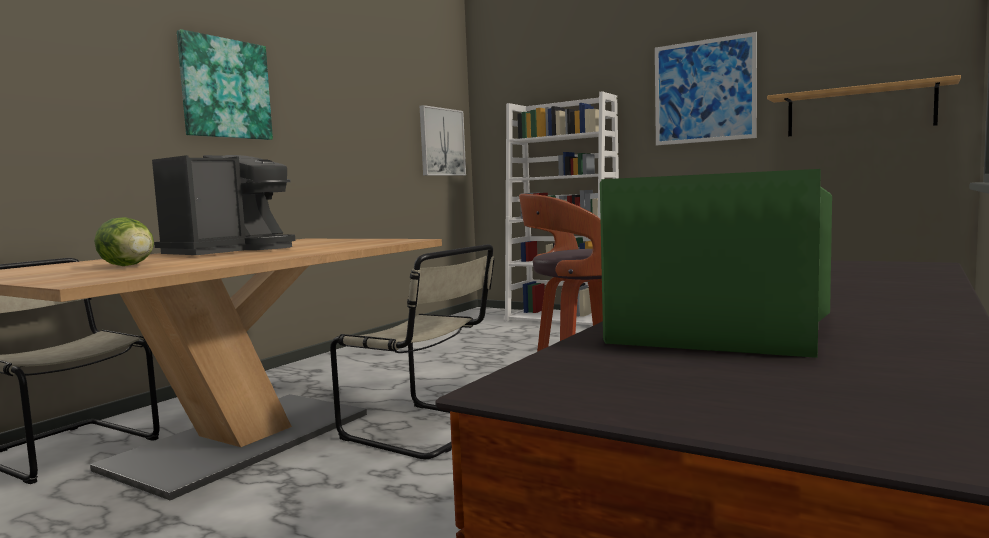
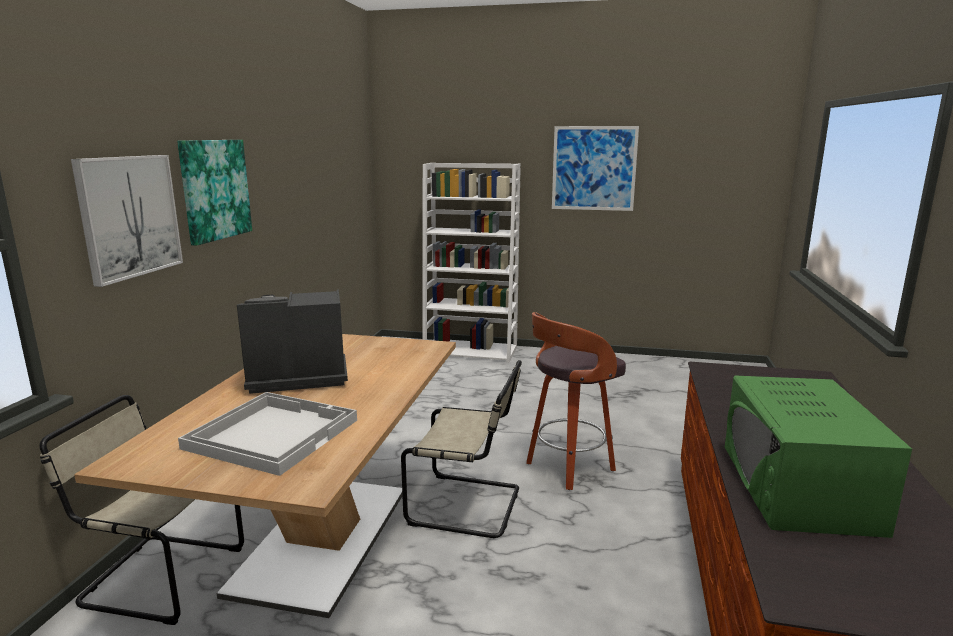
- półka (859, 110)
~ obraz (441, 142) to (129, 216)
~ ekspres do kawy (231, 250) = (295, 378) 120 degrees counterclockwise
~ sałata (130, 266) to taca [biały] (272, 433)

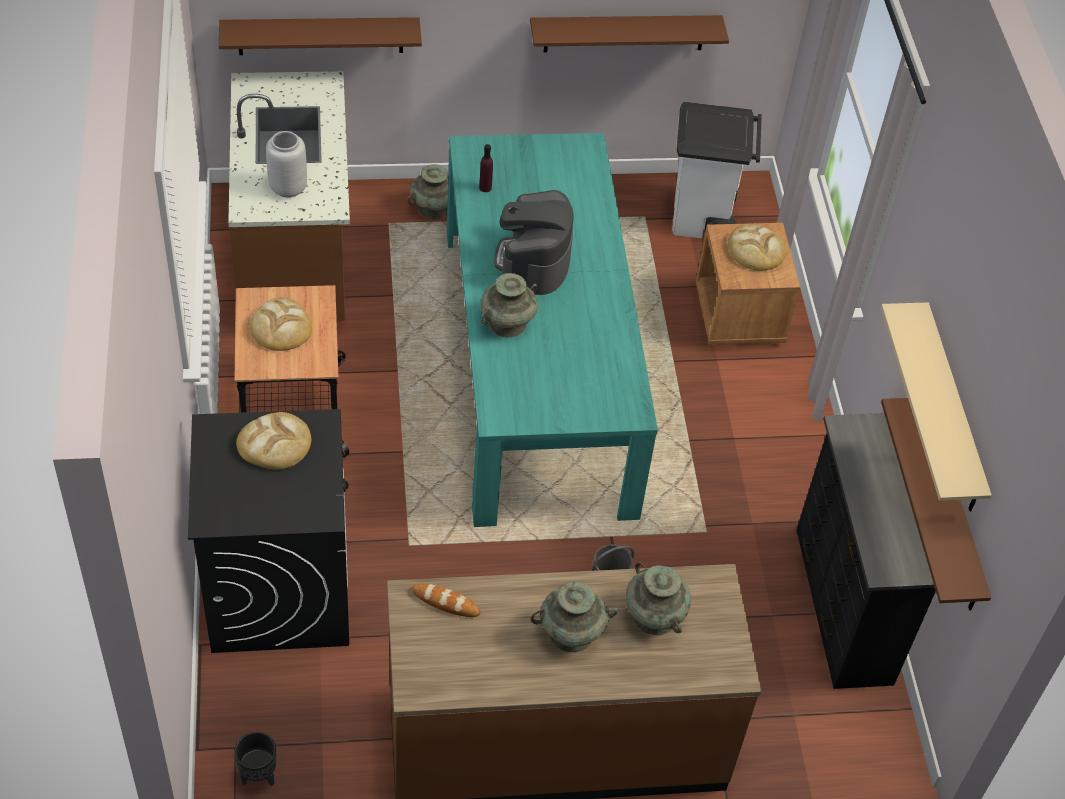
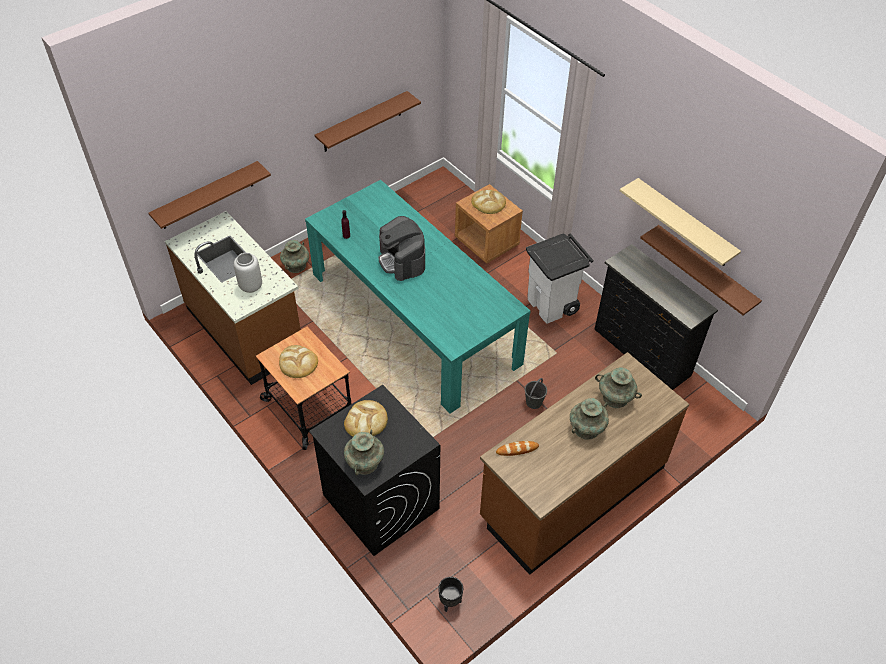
~ kosz na śmieci [biały] (703, 218) to (552, 305)
~ wazon [turkusowy] (507, 324) to (365, 463)

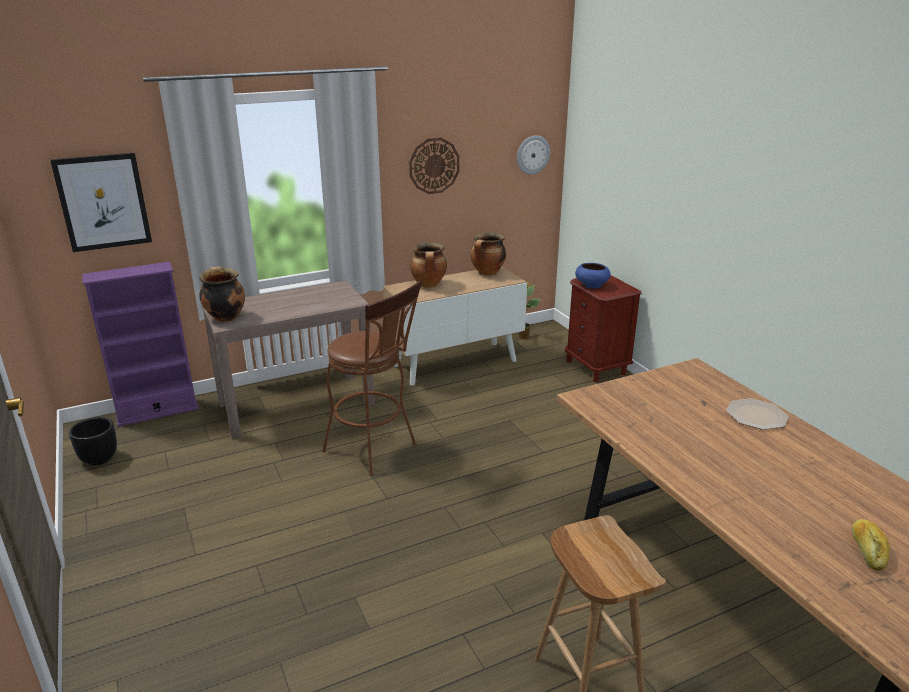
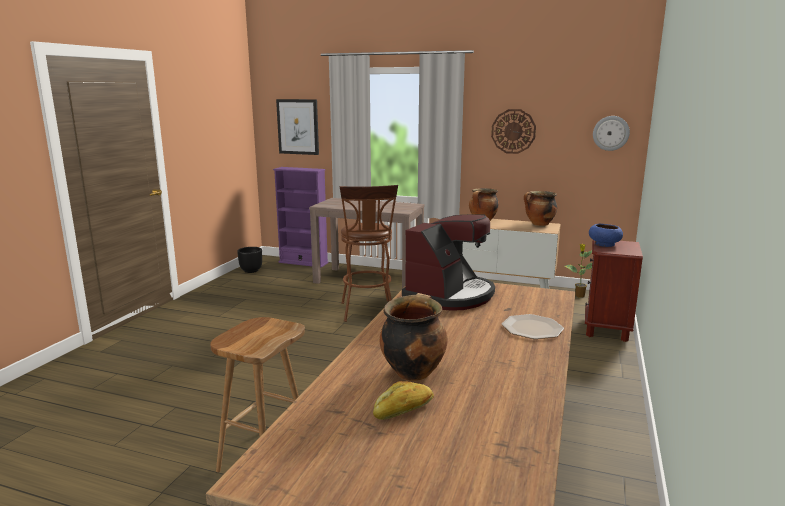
~ garnek (225, 317) to (413, 371)
+ ekspres do kawy (450, 295)

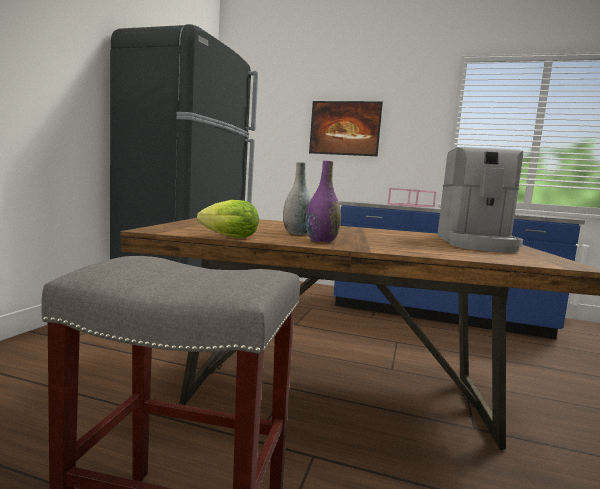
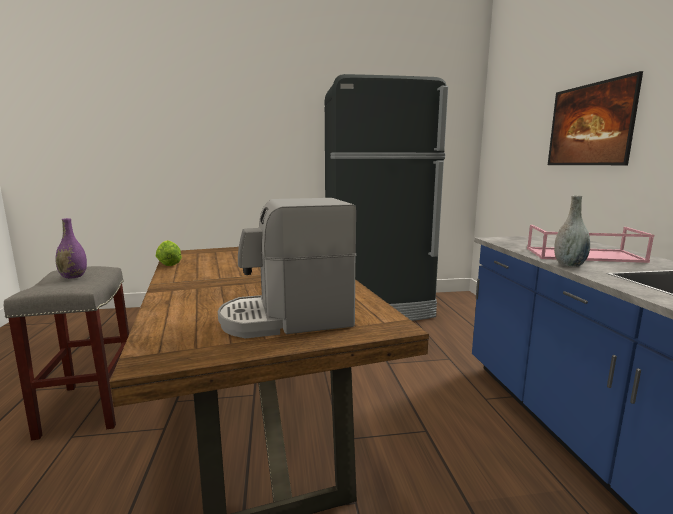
~ wazon [fioletowy] (321, 241) to (73, 276)
~ wazon [szary] (297, 233) to (569, 265)

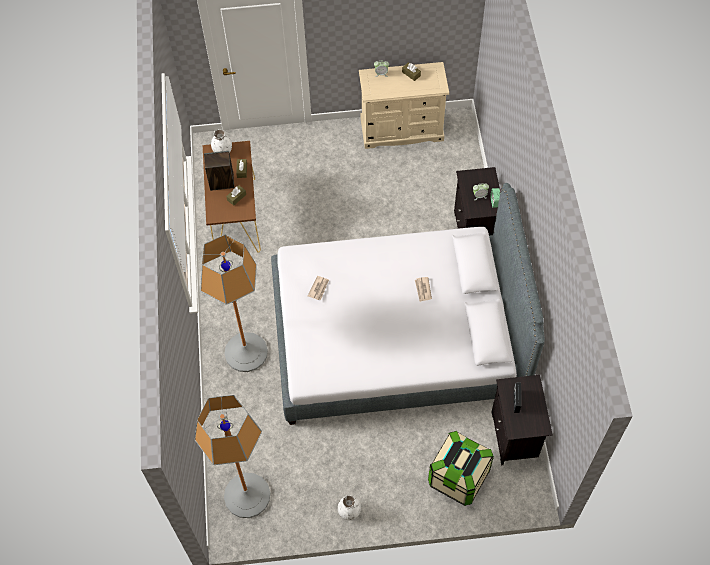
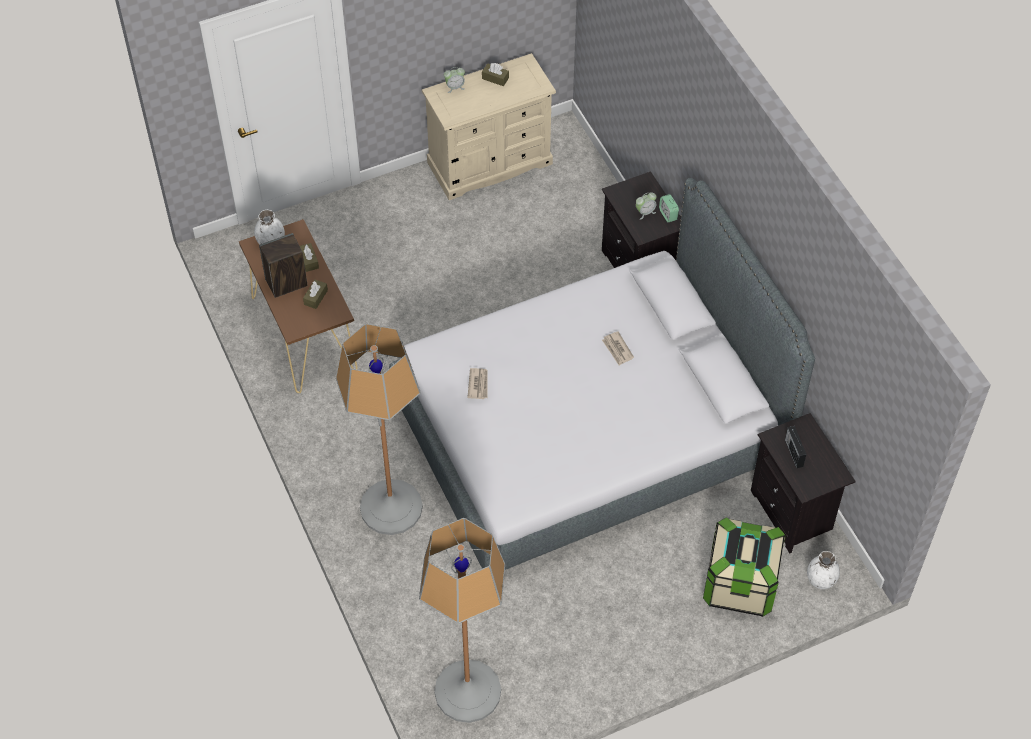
~ wazon [biały] (349, 512) to (821, 580)

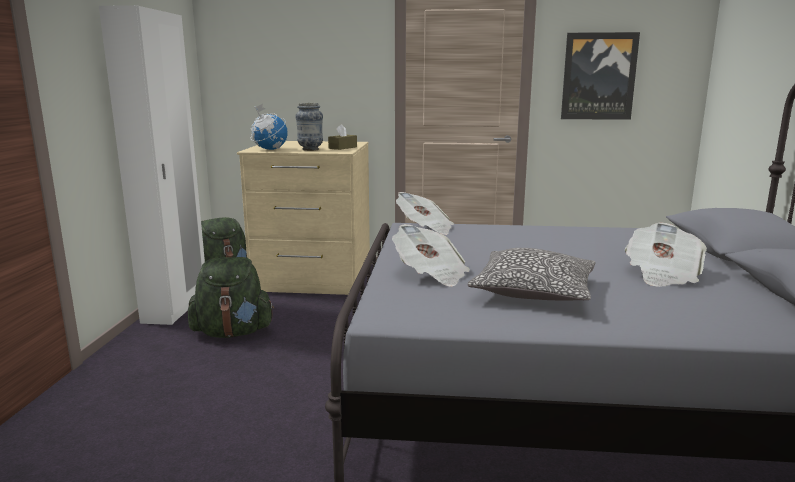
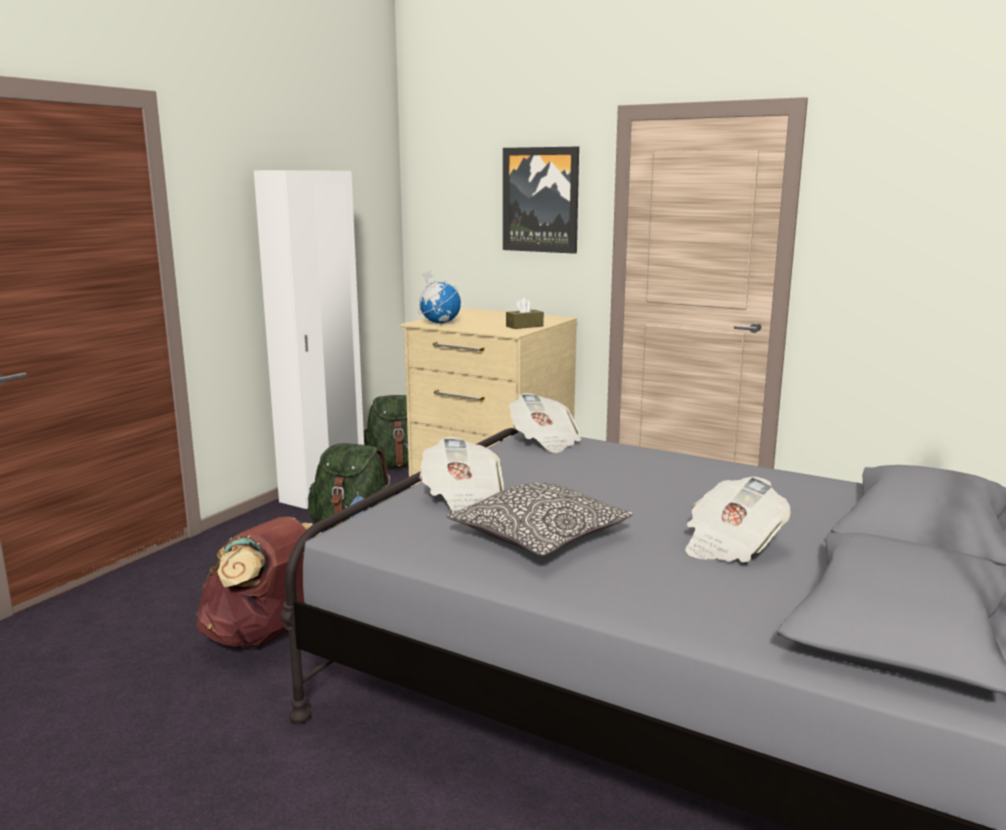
~ obraz (598, 76) to (540, 200)
- wazon (310, 149)
+ plecak [brązowy] (265, 636)

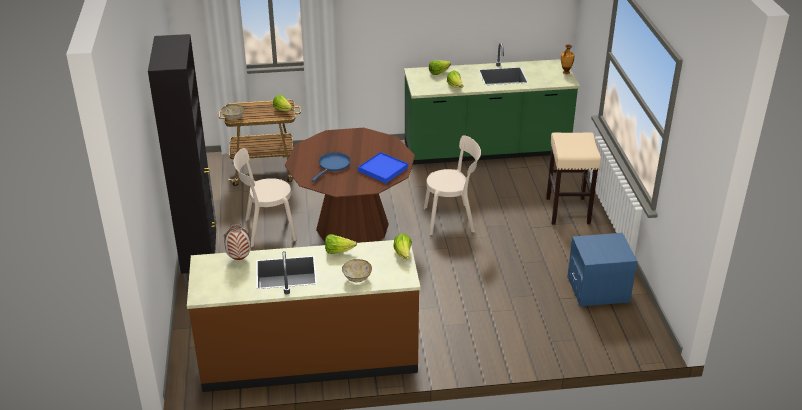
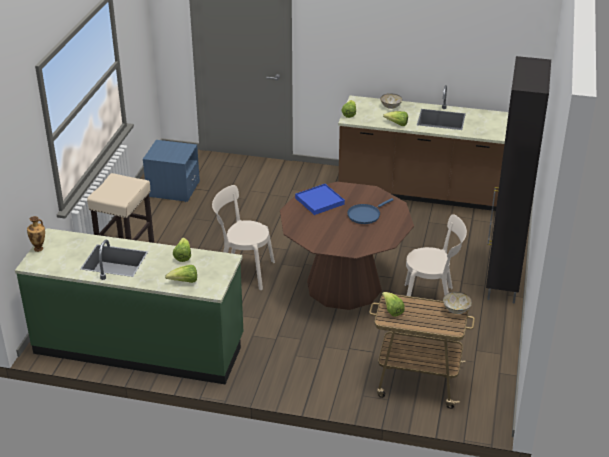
- wazon (239, 258)

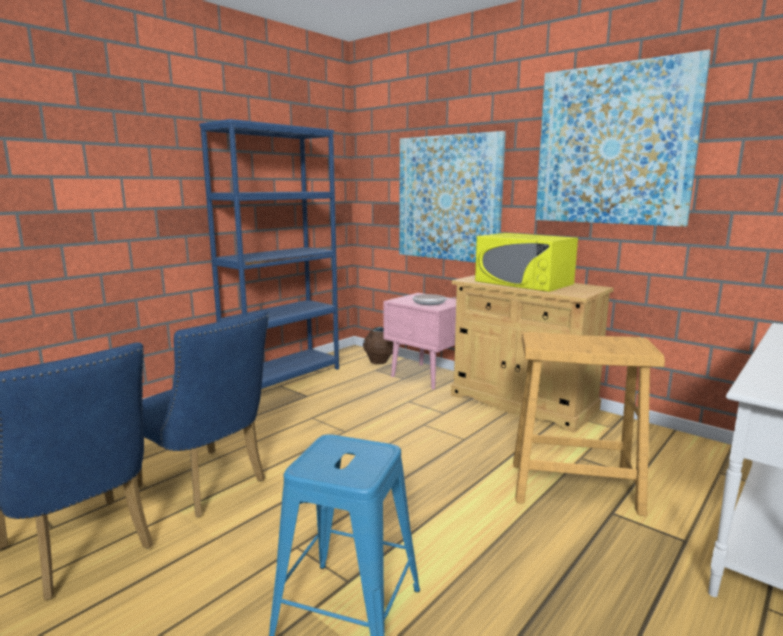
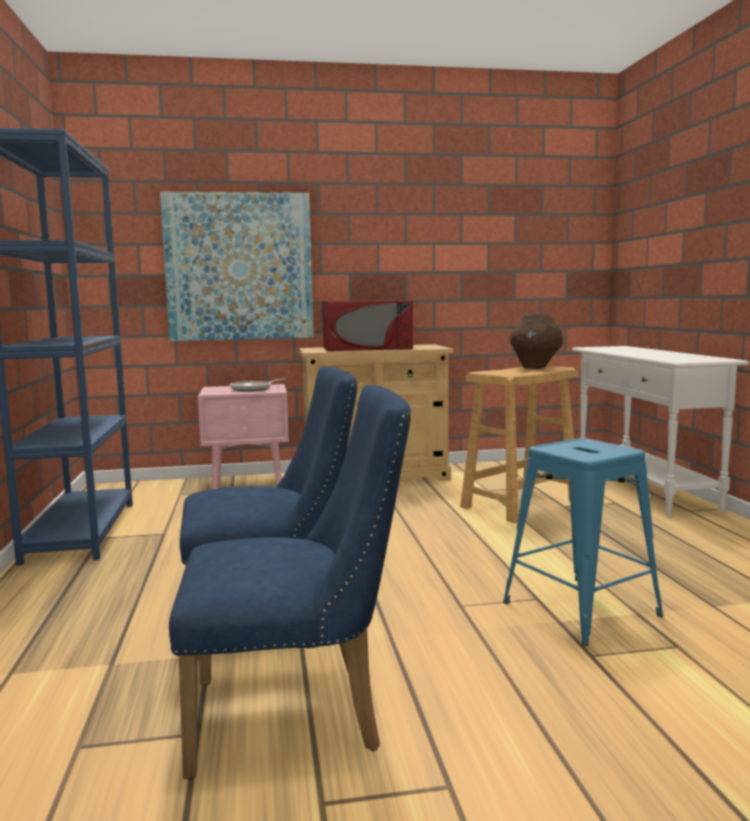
- obraz (613, 145)
~ mikrofalówka [żółty] (524, 282) to mikrofalówka [czerwony] (367, 348)
~ wazon [brązowy] (379, 362) to (535, 368)

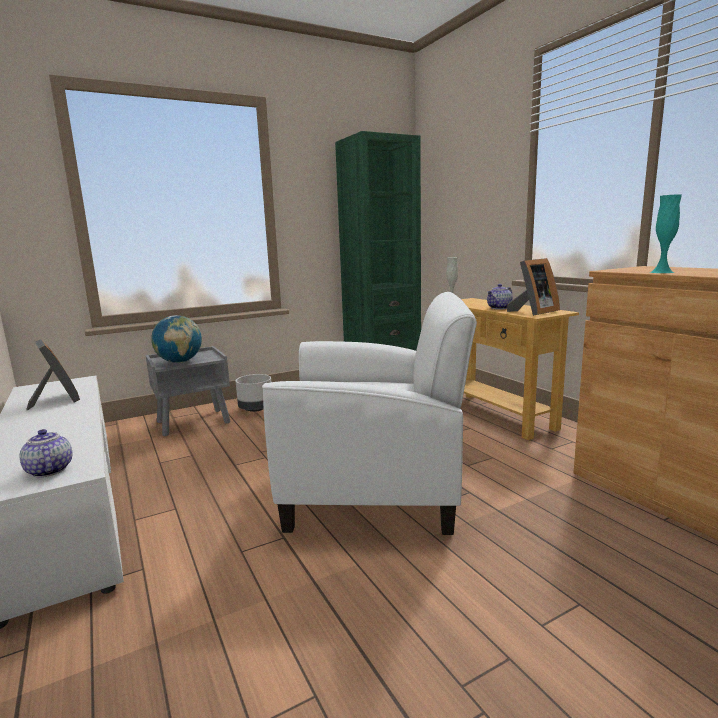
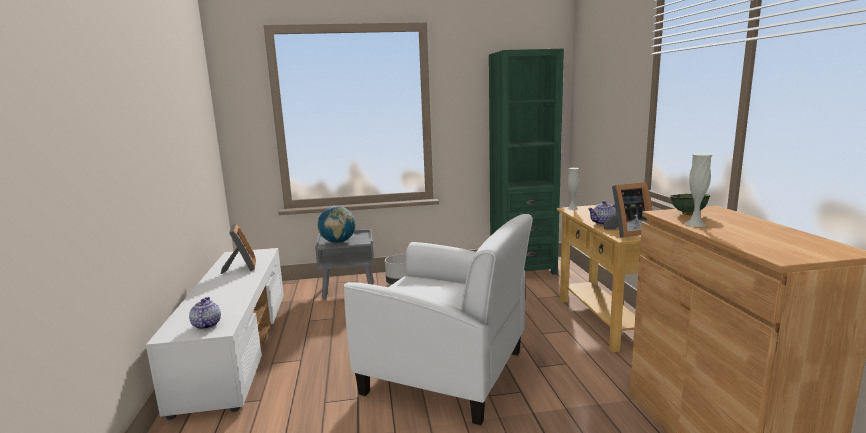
~ wazon [turkusowy] (661, 272) to wazon [biały] (695, 224)
+ miska [zielony] (688, 214)

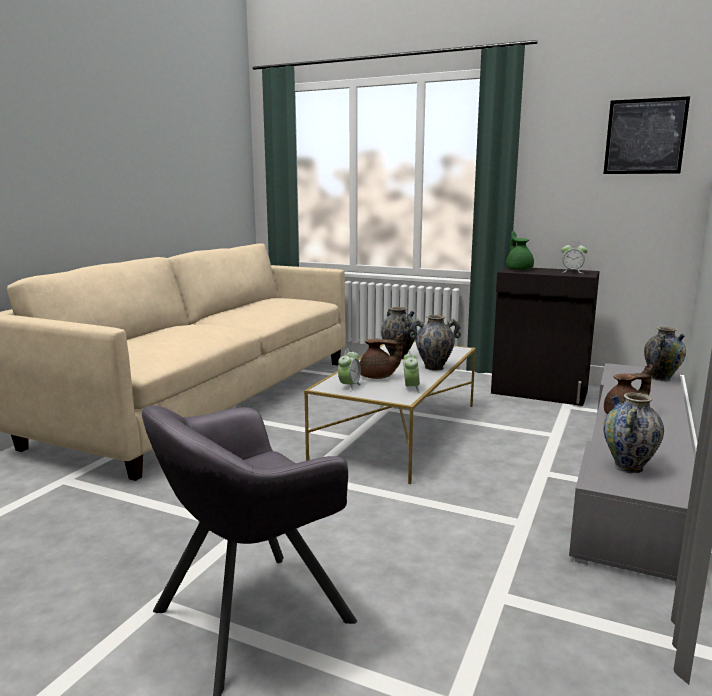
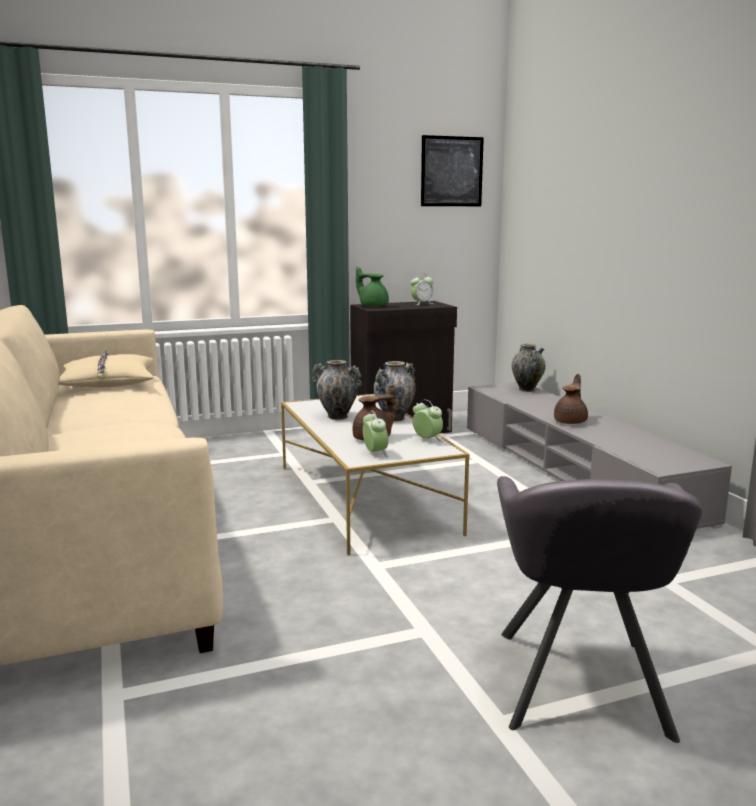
- wazon (628, 467)
+ poduszka [beżowy] (108, 382)

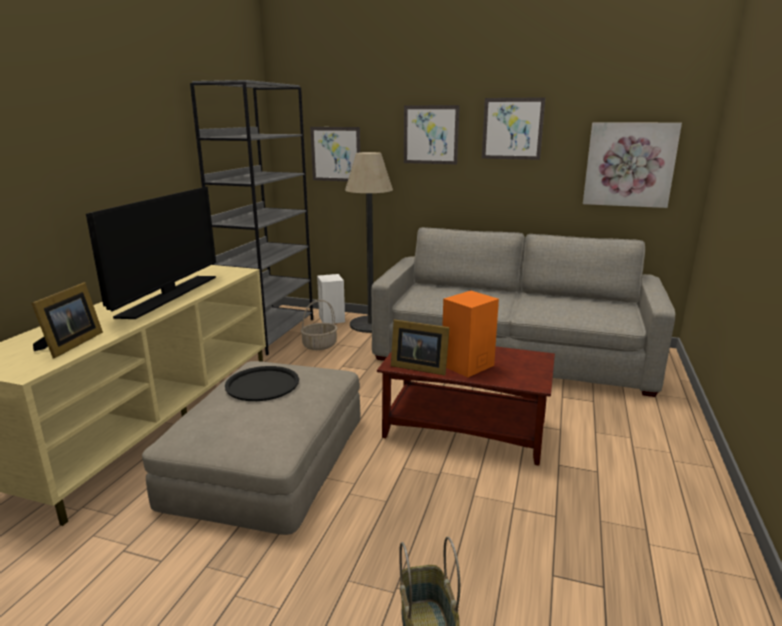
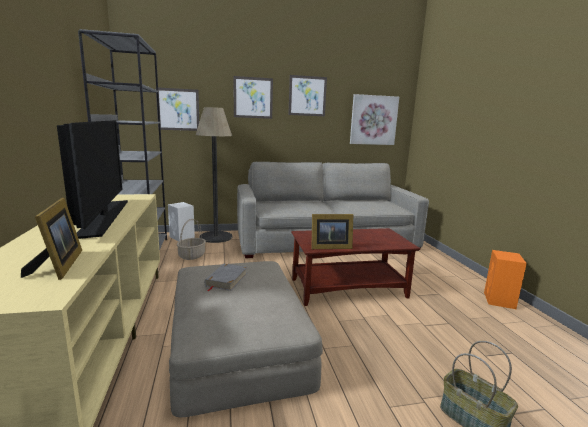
~ głośnik [pomarańczowy] (466, 366) to (499, 300)
~ taca [czarny] (262, 384) to książka [szary] (226, 279)

